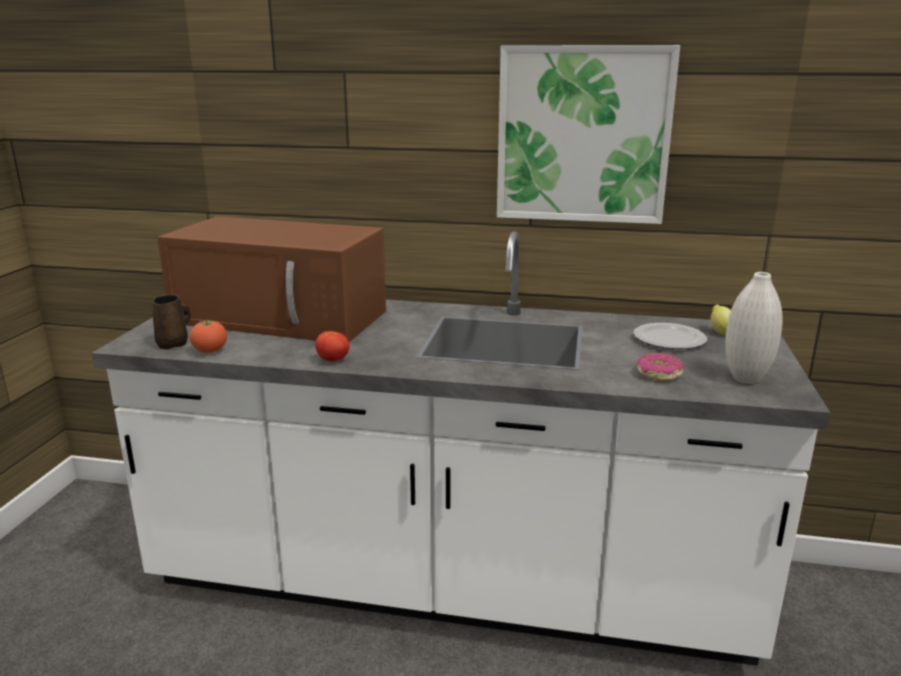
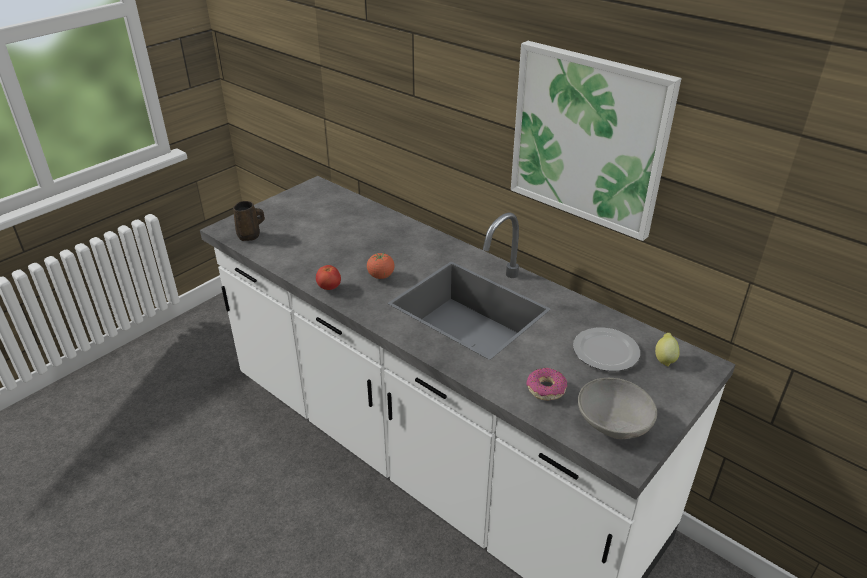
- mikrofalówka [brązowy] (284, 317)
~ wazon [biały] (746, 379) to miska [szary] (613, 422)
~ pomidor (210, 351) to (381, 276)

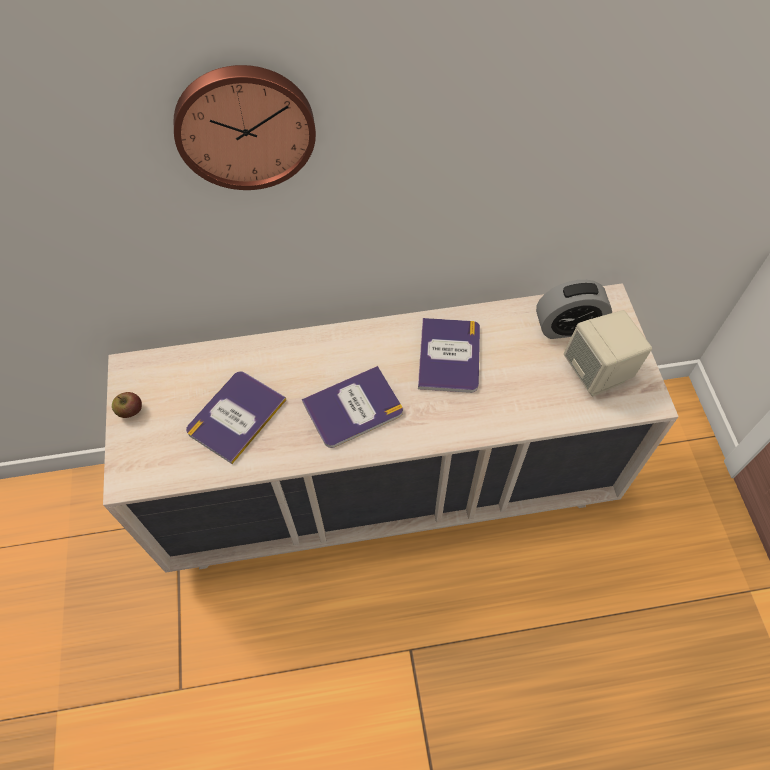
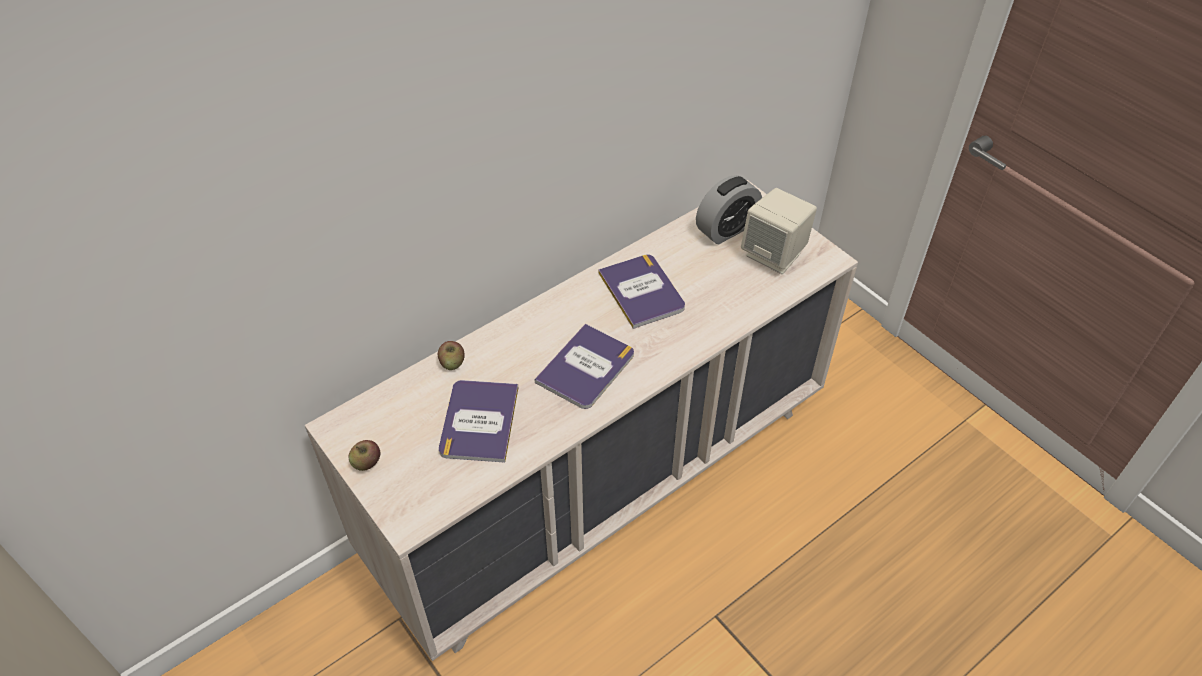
- zegar ścienny (245, 126)
+ jabłko (452, 363)

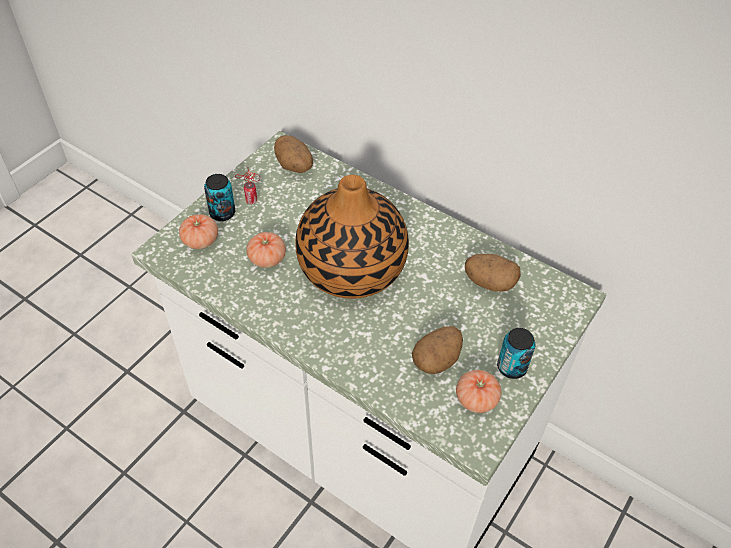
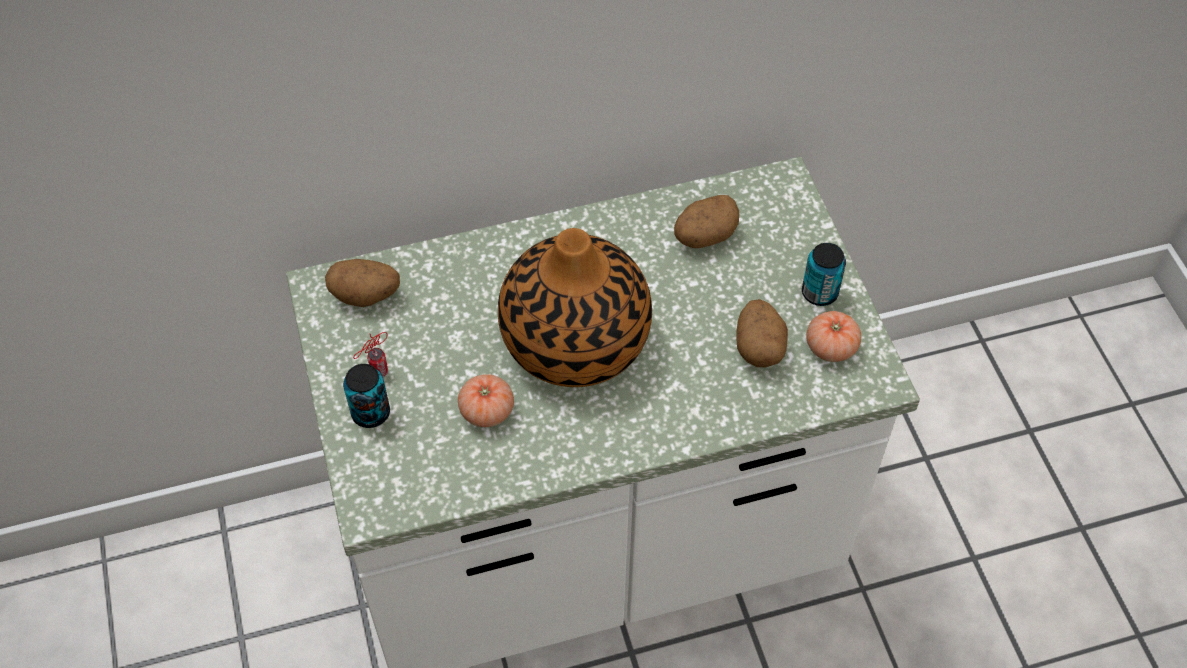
- pomidor (200, 240)

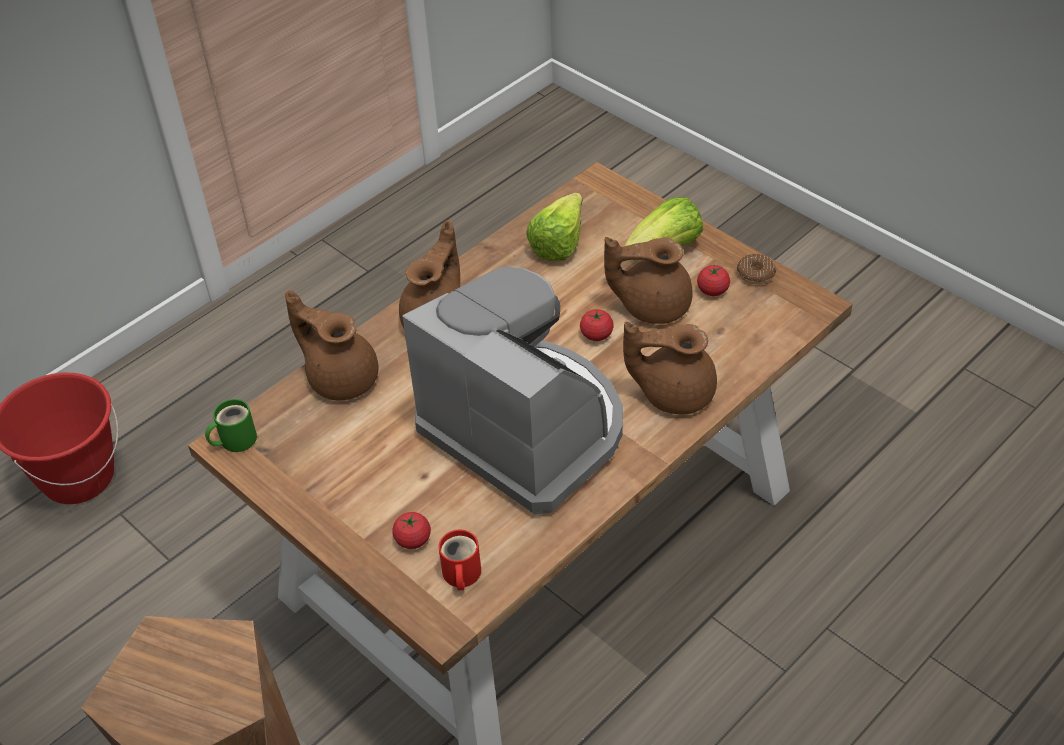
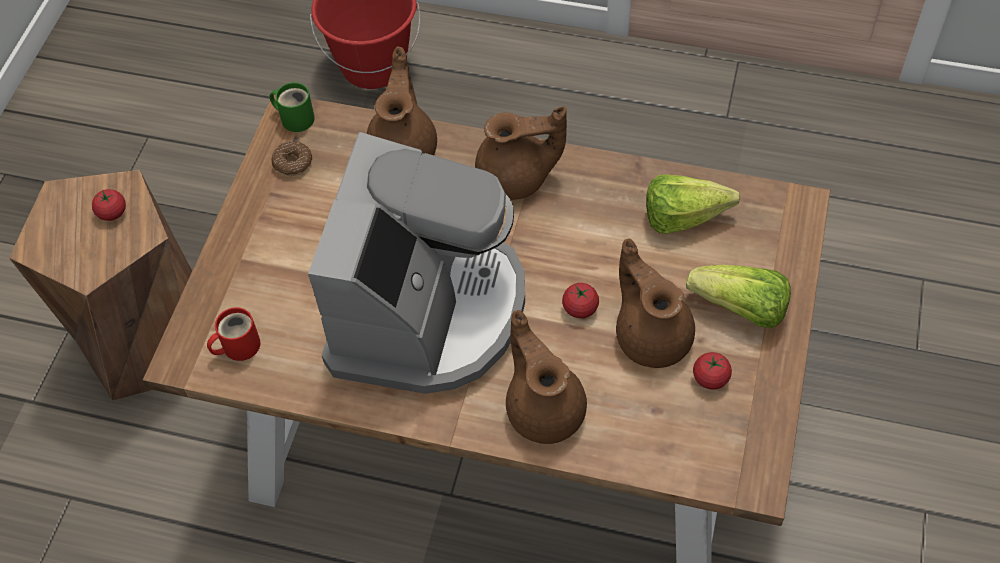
~ donut (755, 274) to (292, 163)
~ pomidor (413, 540) to (112, 213)

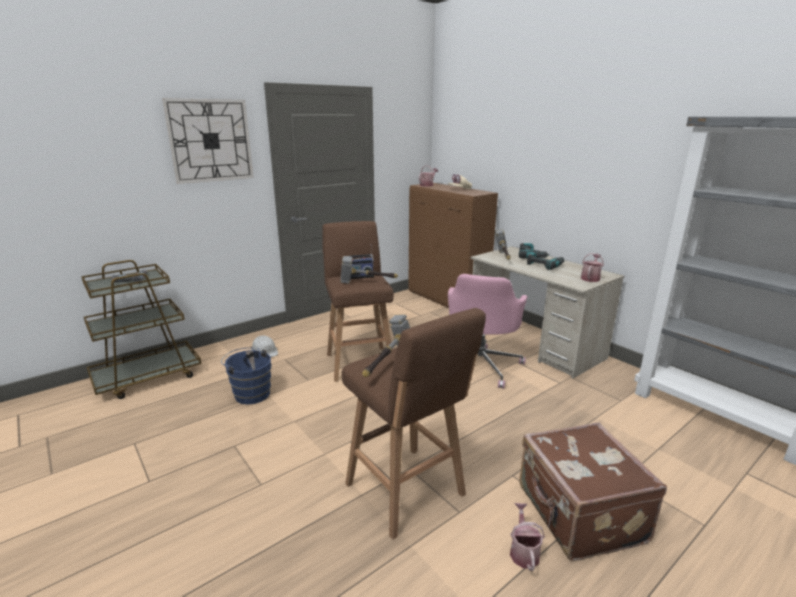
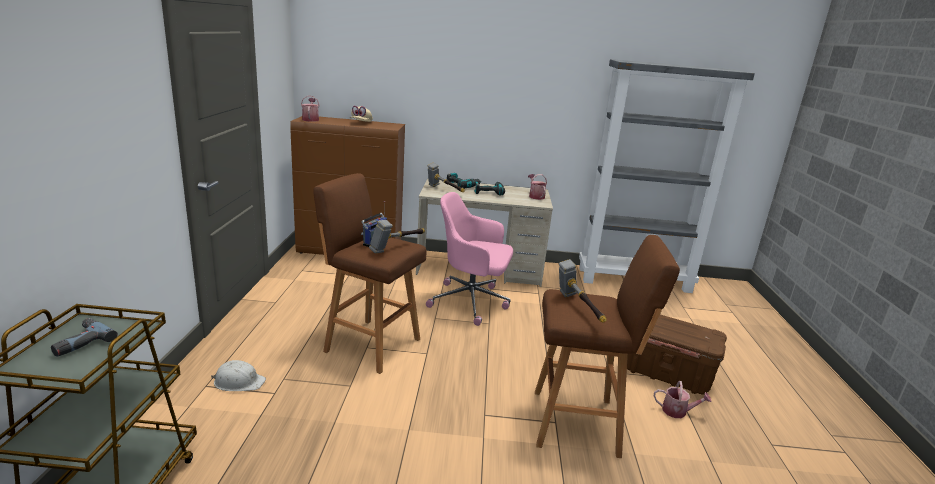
- zegar ścienny (210, 141)
~ krzesło biurowe [różowy] (480, 365) = (471, 302) 135 degrees clockwise
- wiadro [niebieski] (250, 393)
~ walizka [brązowy] (578, 514) to pojemnik do przechowywania [brązowy] (666, 374)
~ konewka (523, 551) = (677, 411) 150 degrees clockwise

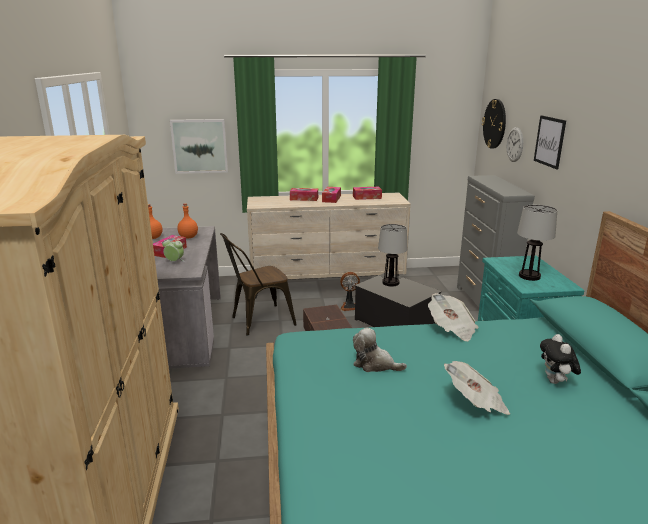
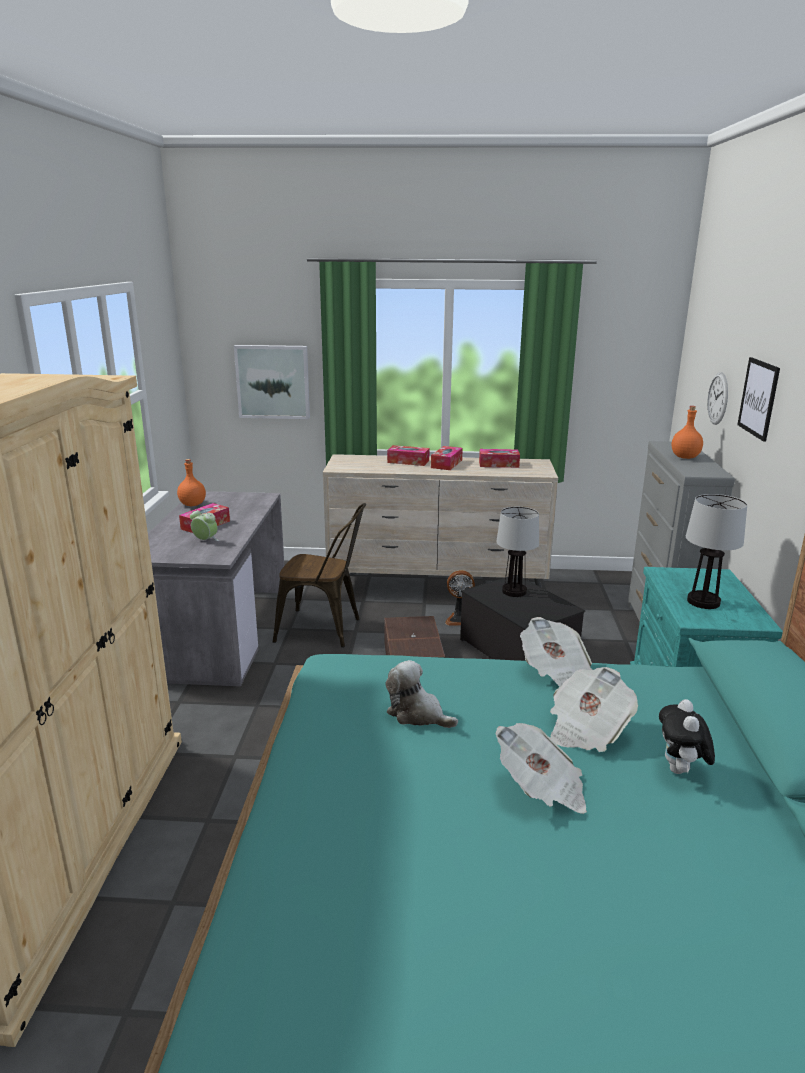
- zegar ścienny (494, 124)
~ butelka [pomarańczowy] (188, 237) to (685, 457)
~ krzesło [brązowy] (258, 321) = (325, 630) 150 degrees counterclockwise
+ gazeta (586, 729)

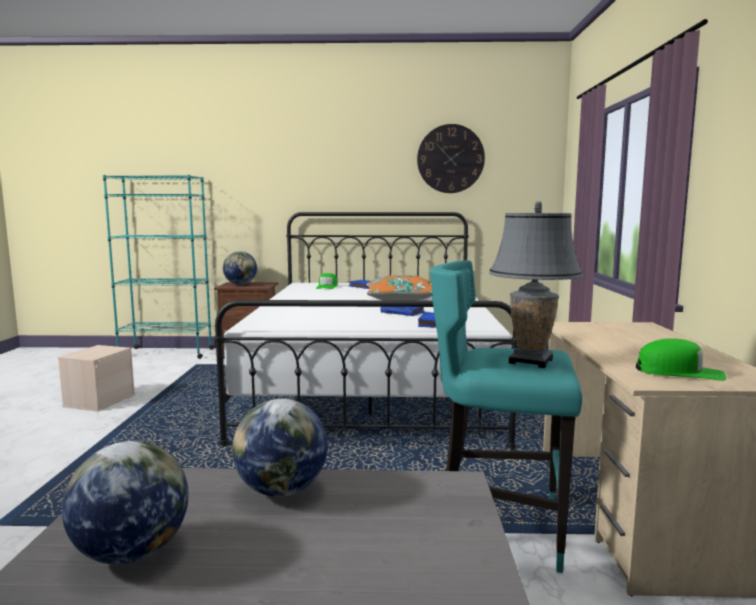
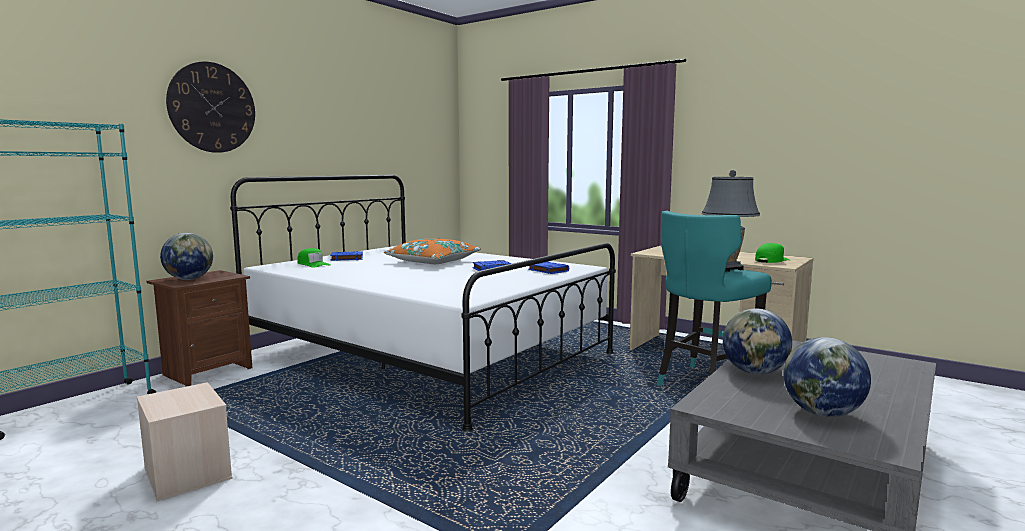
~ zegar ścienny (450, 159) to (212, 107)

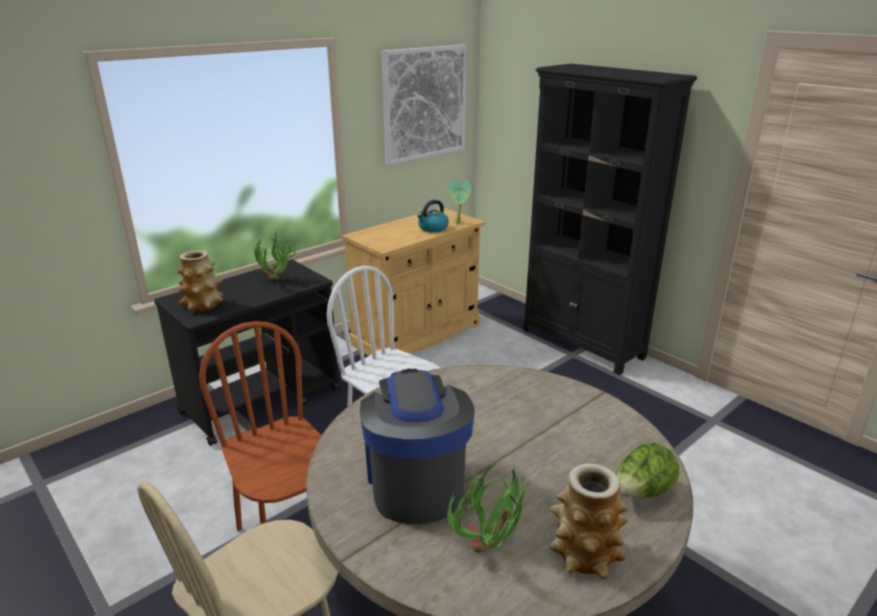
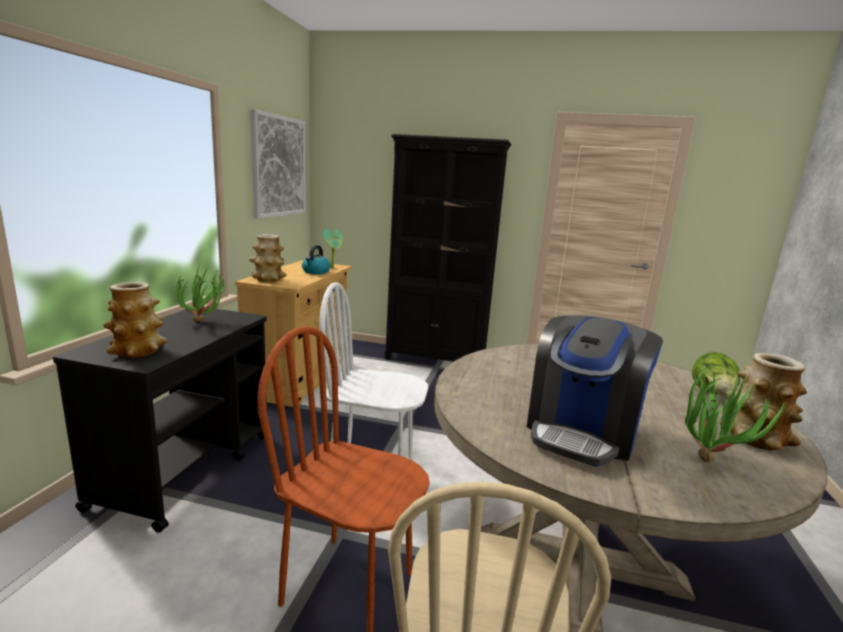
~ ekspres do kawy (415, 481) = (582, 431) 105 degrees counterclockwise
+ wazon (268, 279)

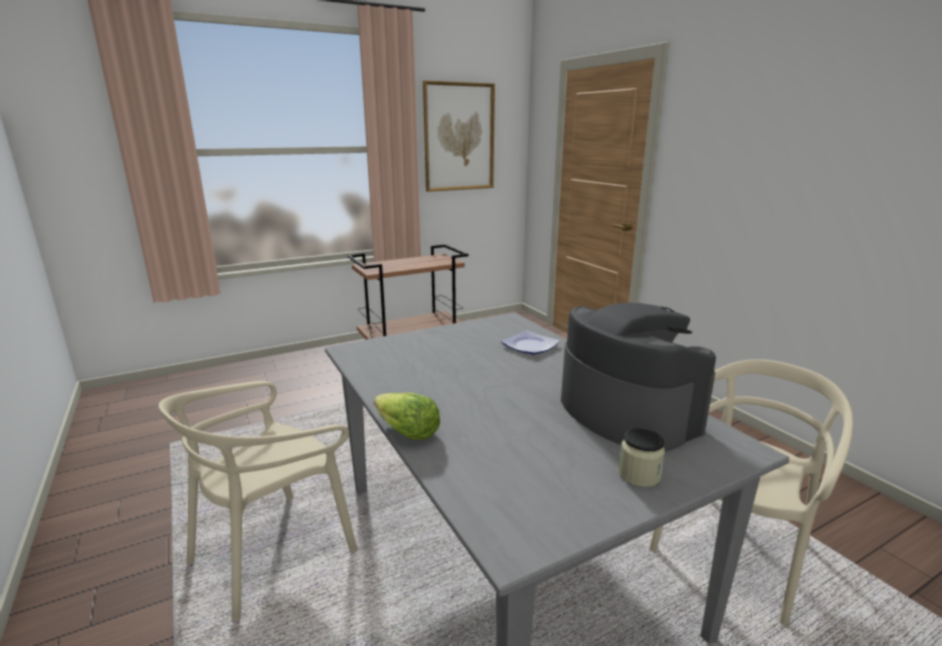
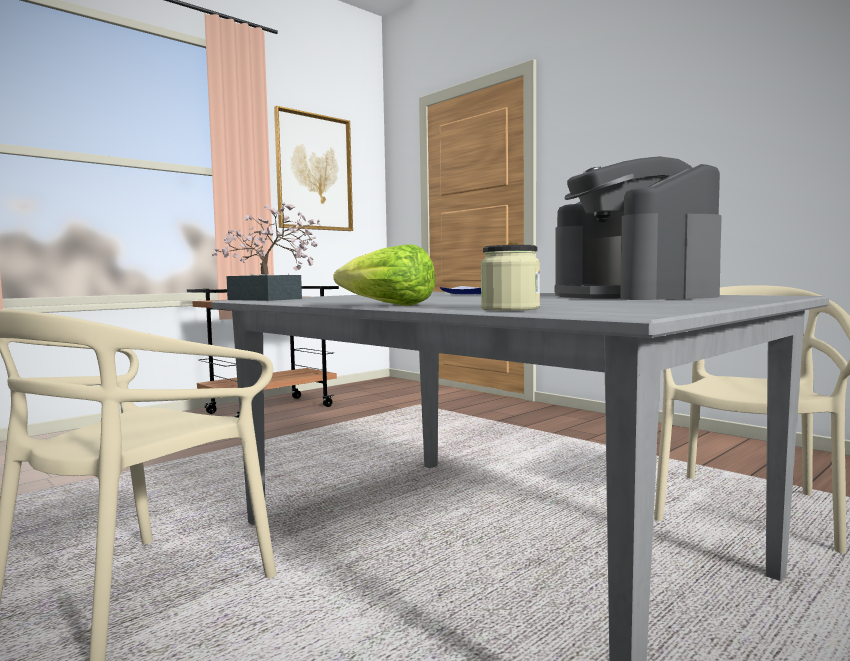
~ ekspres do kawy (626, 412) = (631, 296) 150 degrees counterclockwise
~ słoik (639, 475) to (510, 309)
+ roślina doniczkowa (269, 299)

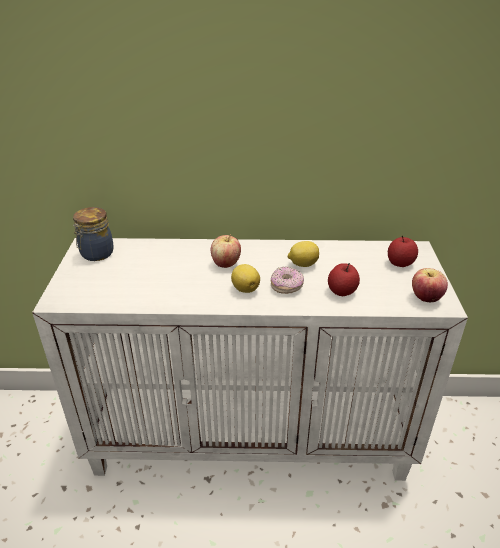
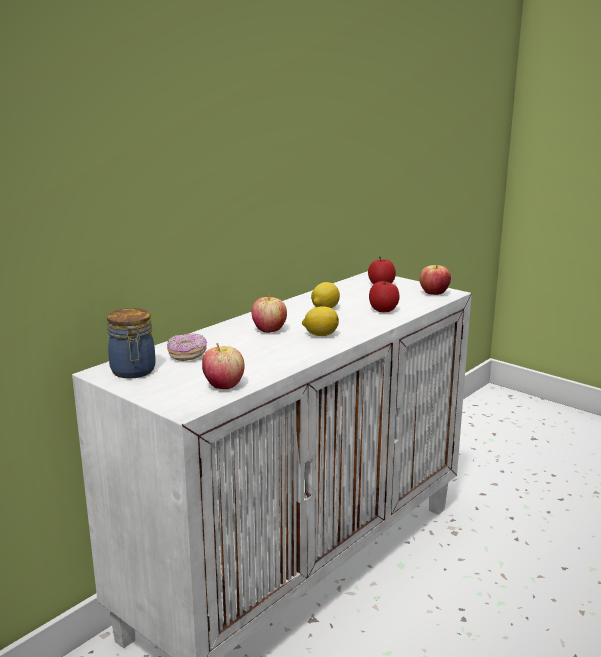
~ donut (286, 286) to (187, 355)
+ jabłko (224, 385)

